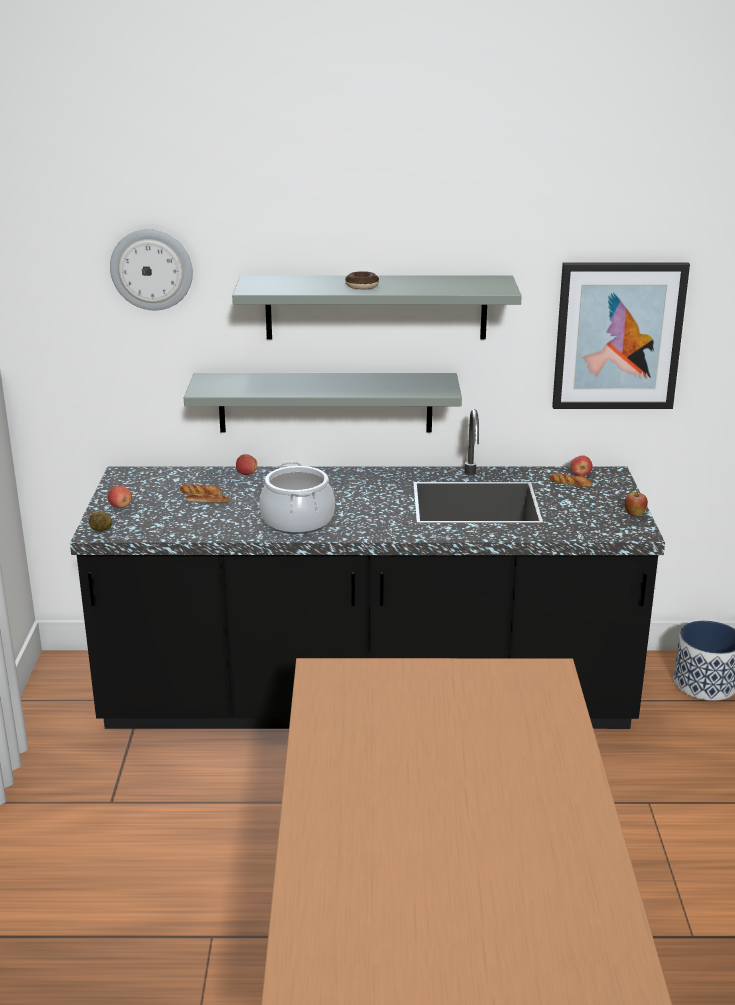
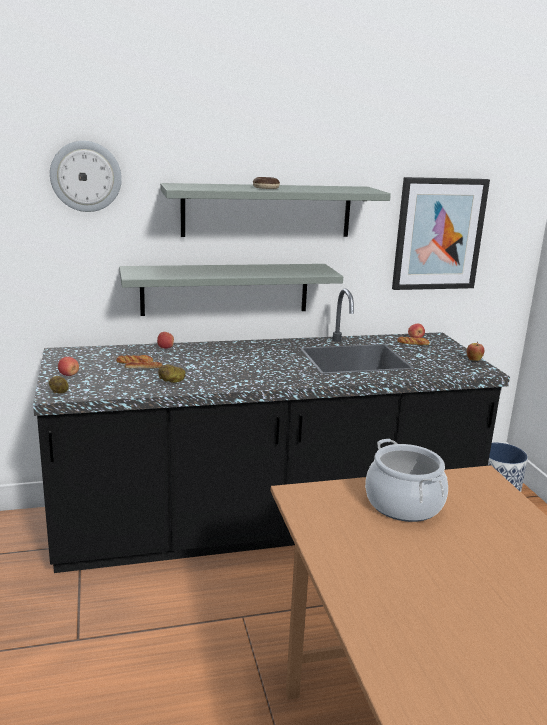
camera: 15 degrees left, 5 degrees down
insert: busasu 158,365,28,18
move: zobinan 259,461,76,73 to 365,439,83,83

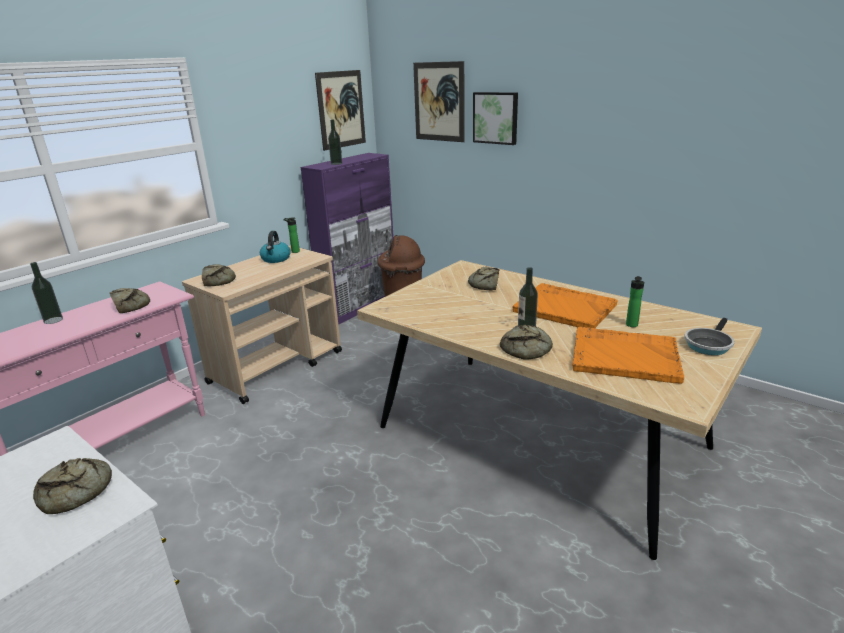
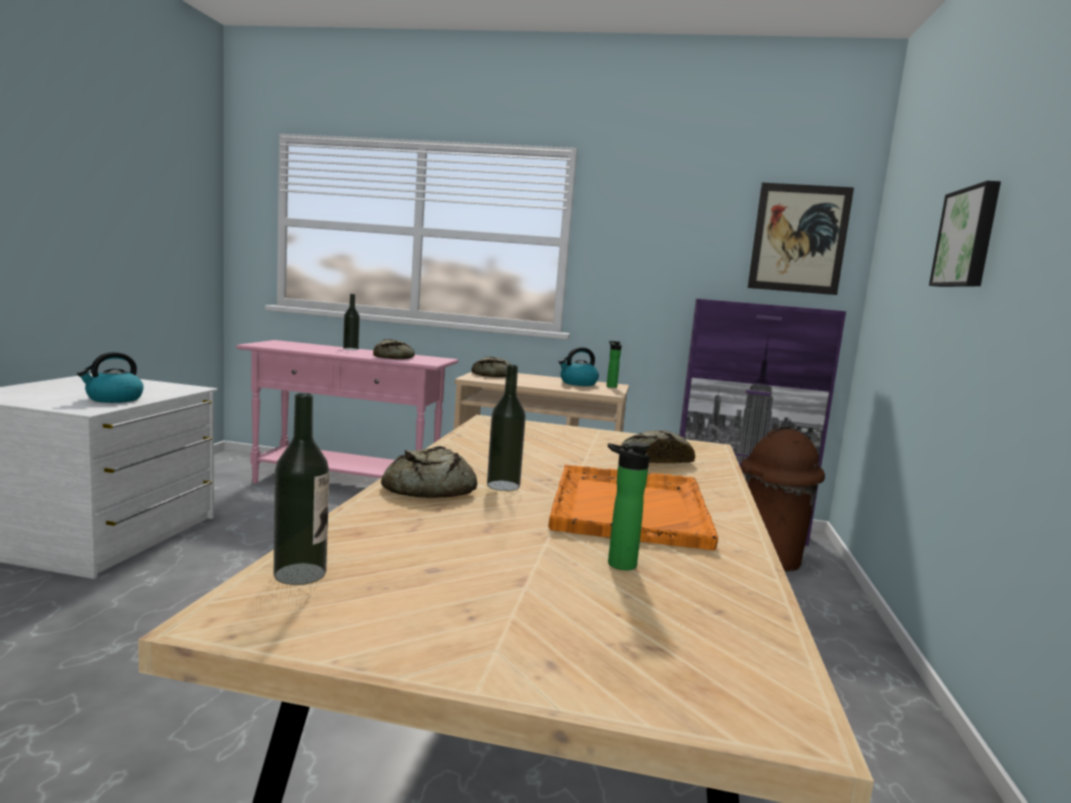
camera: 60 degrees right, 15 degrees down
delete: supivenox 413,61,52,81; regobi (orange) 572,327,112,57; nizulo 684,318,51,37
move: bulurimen 328,120,14,45 to 274,393,55,192
replace: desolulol 33,458,79,56 to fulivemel 77,352,66,51

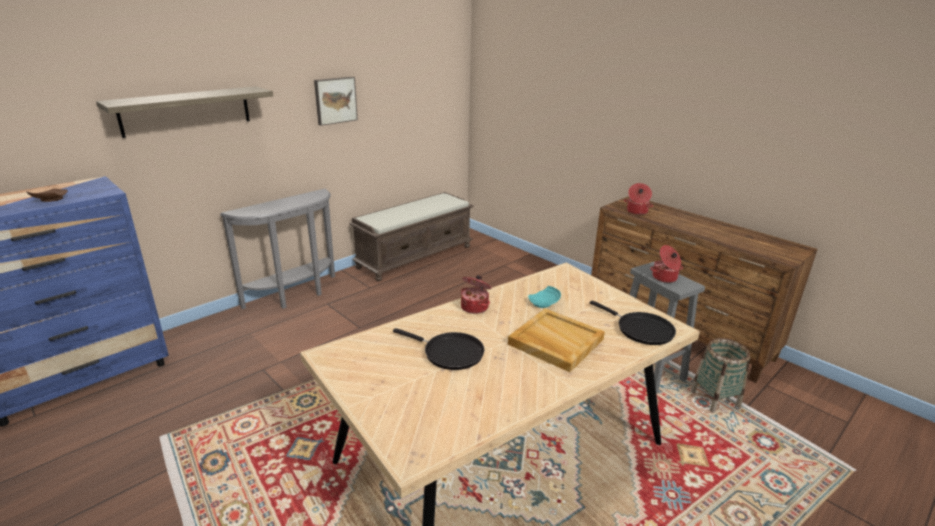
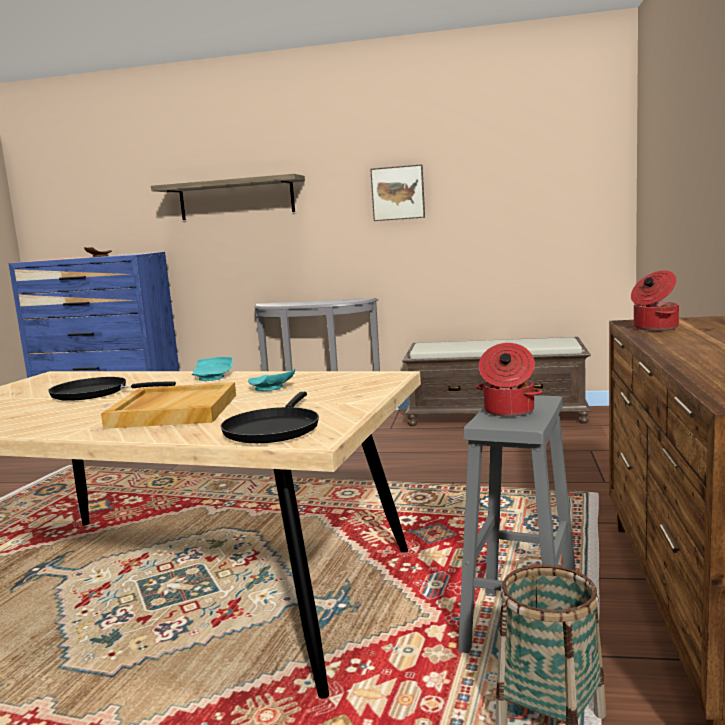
camera: 55 degrees right, 15 degrees down
replace: zobinan 461,275,31,39 to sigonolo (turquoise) 192,357,41,24
rotate: nizulo (black) 393,328,91,42 = 48,377,128,24 105 degrees clockwise

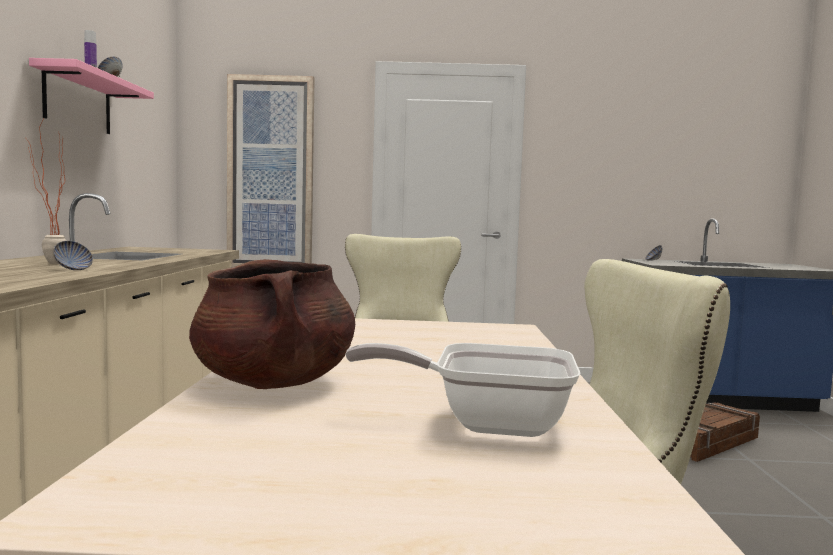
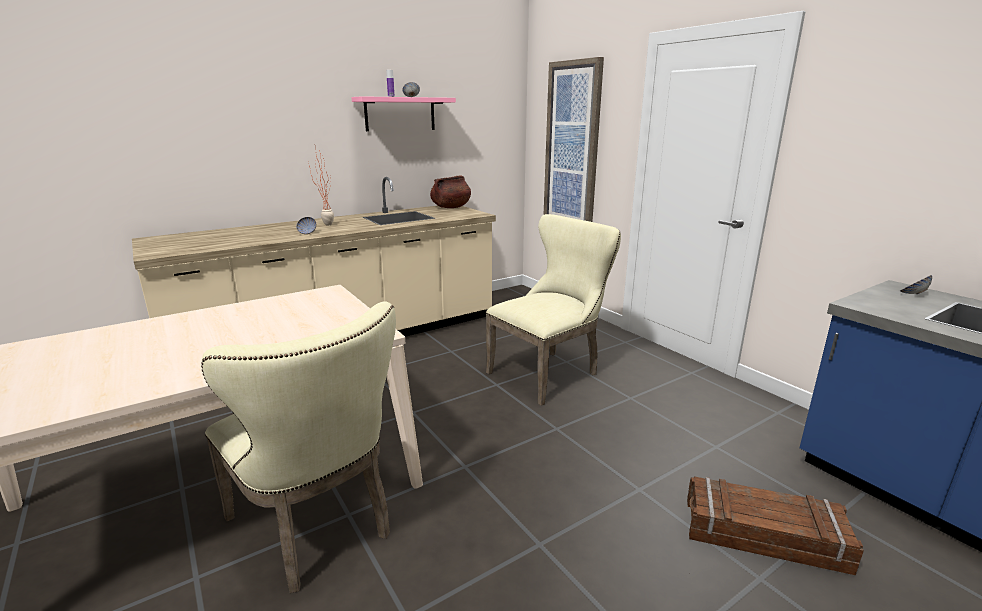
camera: 55 degrees right, 15 degrees up
delete: nizulo 345,343,235,94
move: zobinan (brown) 189,259,166,130 to 430,175,41,33

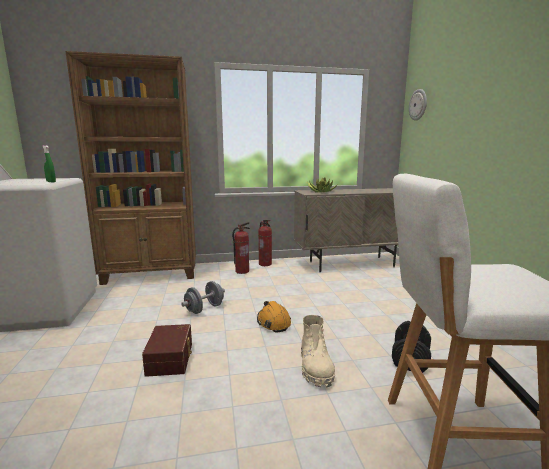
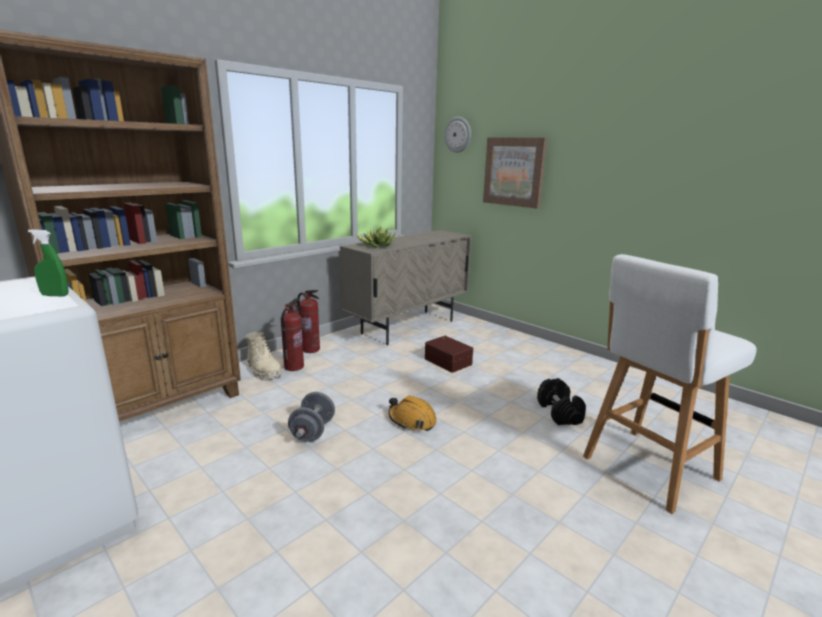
camera: 35 degrees left, 5 degrees up
insert: supivenox 483,137,64,71
move: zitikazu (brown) 142,324,50,53 to 425,336,48,37; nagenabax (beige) 301,315,34,72 to 246,332,36,47

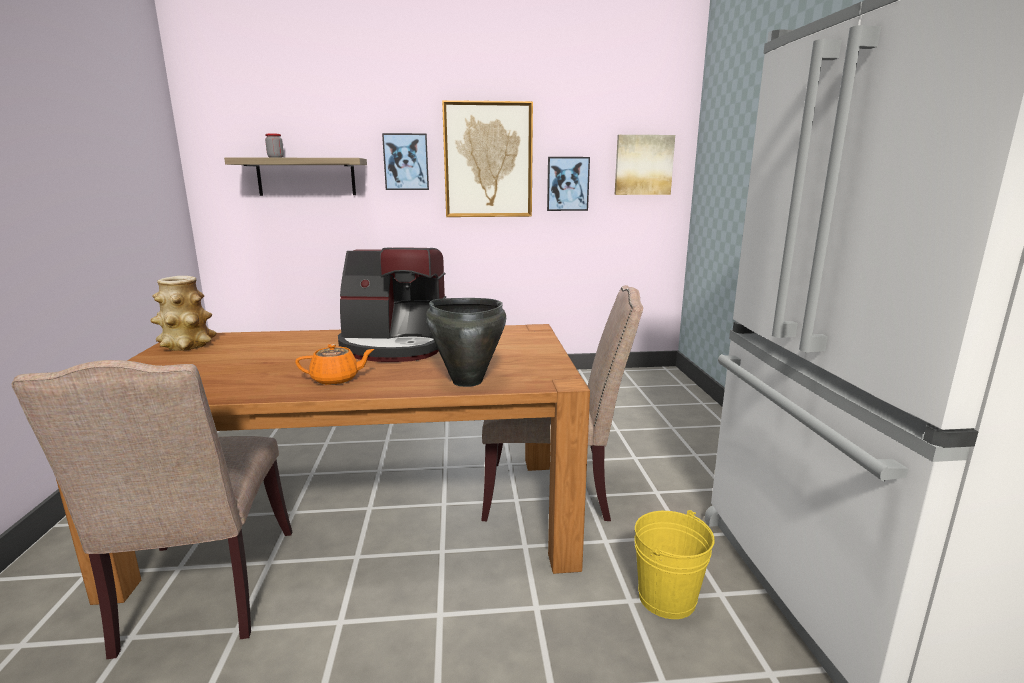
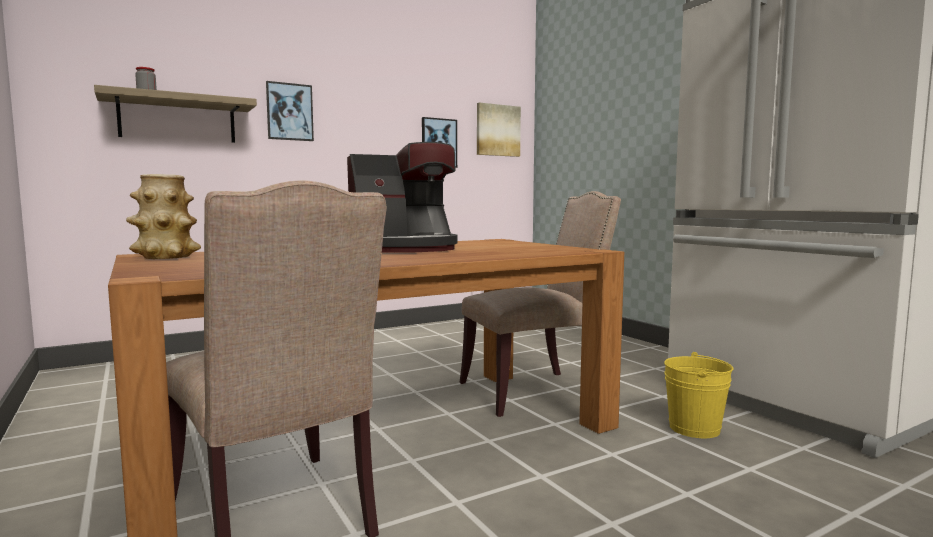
camera: 25 degrees left, 10 degrees down
delete: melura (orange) 295,343,80,42; zobinan (black) 426,298,80,89; supivenox 442,100,91,117

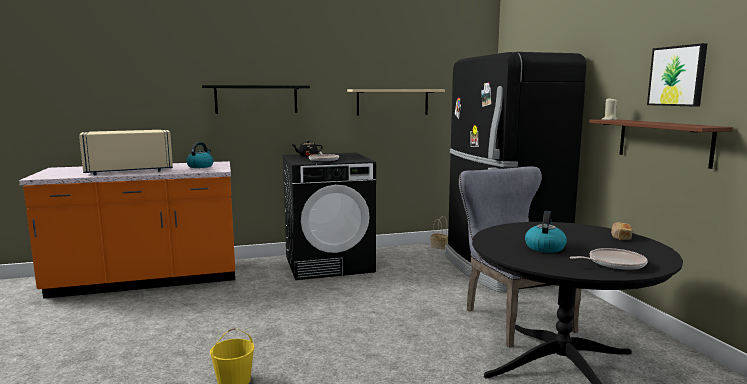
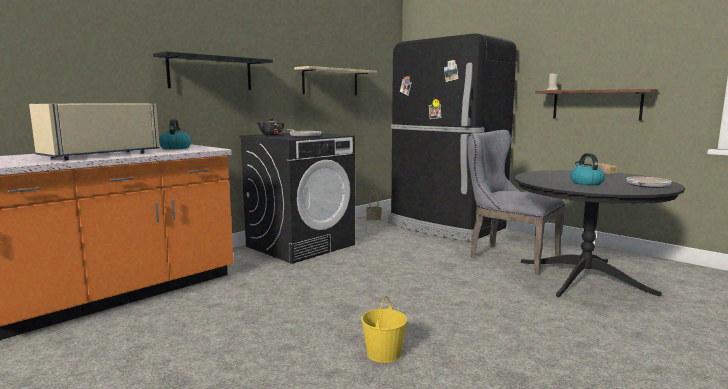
camera: 30 degrees left, 0 degrees up
delete: supivenox 647,43,61,64

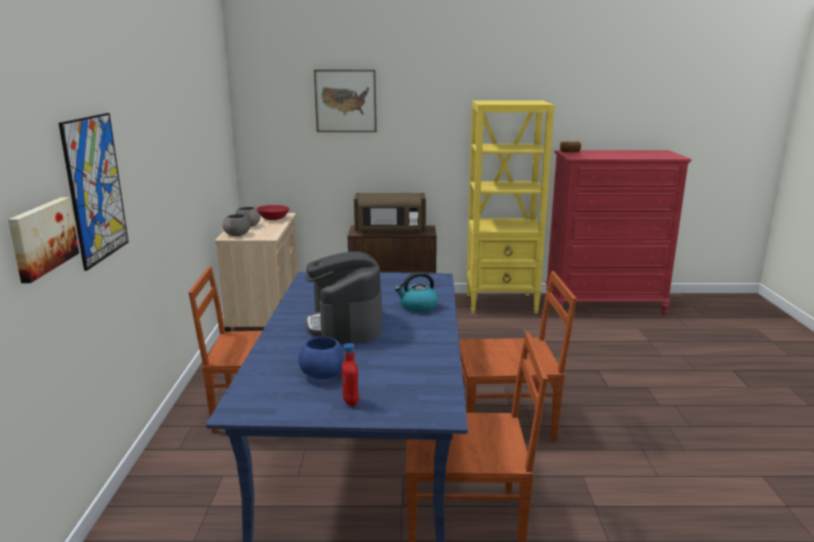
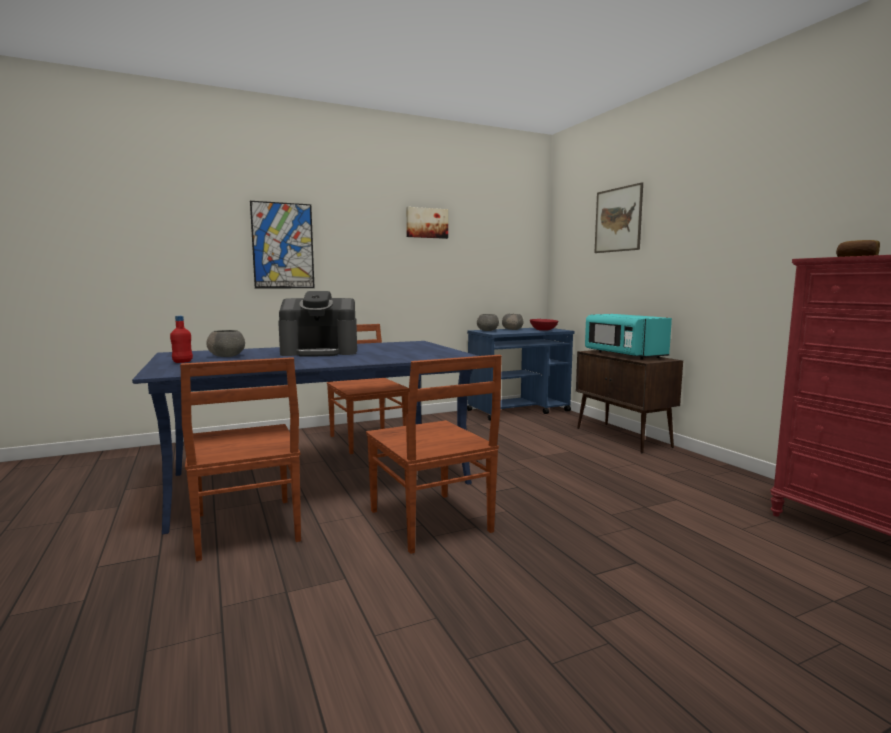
camera: 65 degrees right, 10 degrees down
delete: fulivemel 395,272,43,41; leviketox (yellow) 467,100,87,213
move: supivenox 8,197,71,86 to 406,207,42,32
recolor: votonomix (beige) 215,213,83,118 to votonomix (blue) 467,328,107,93; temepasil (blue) 299,337,45,42 to temepasil (grey) 206,330,39,27; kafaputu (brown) 354,193,72,40 to kafaputu (turquoise) 585,314,87,46
rotate: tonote 305,252,77,92 = 278,291,79,66 150 degrees counterclockwise

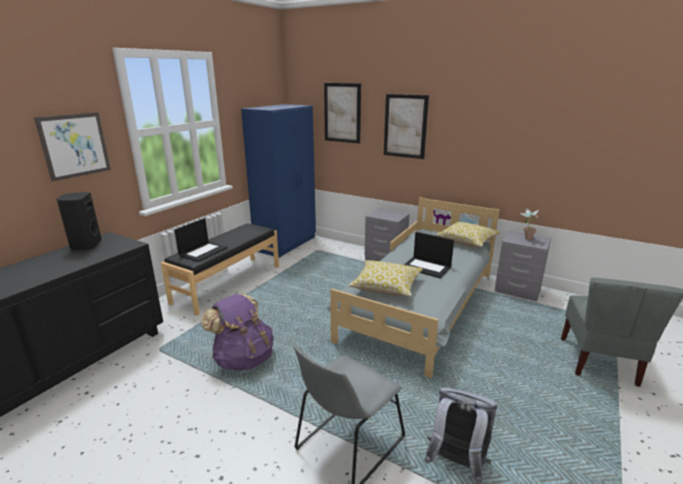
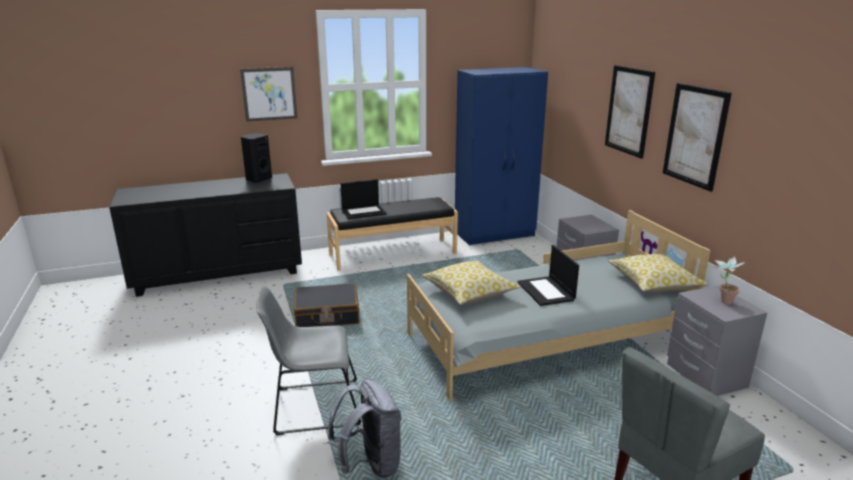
camera: 40 degrees right, 0 degrees up
move: supivenox 324,83,37,61 to 663,83,69,109
replace: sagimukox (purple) 201,294,73,77 to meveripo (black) 294,283,66,44

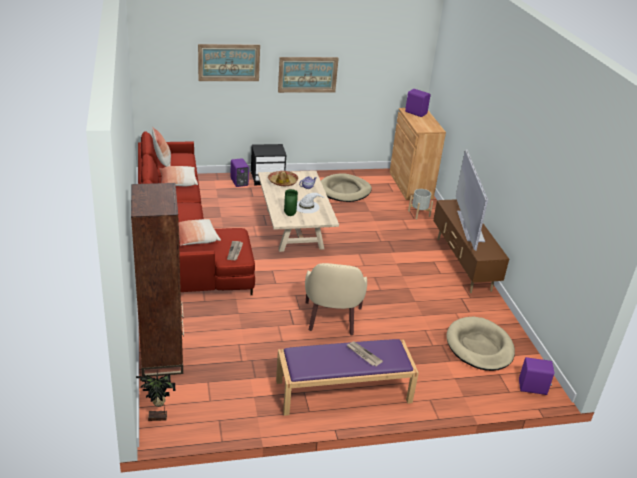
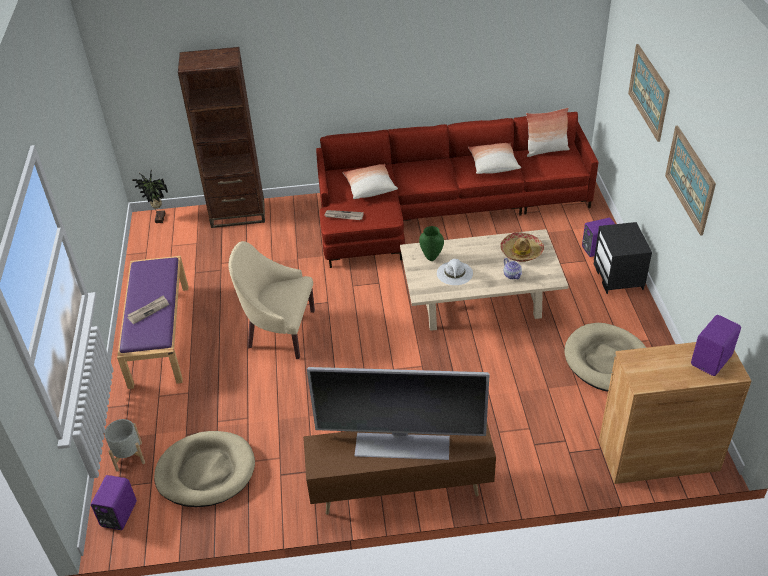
camera: 100 degrees right, 10 degrees up
move: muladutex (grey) 408,189,25,30 to 104,419,41,53

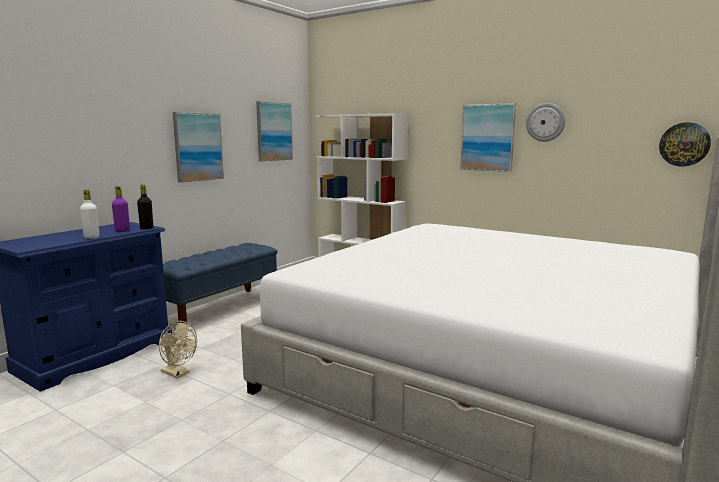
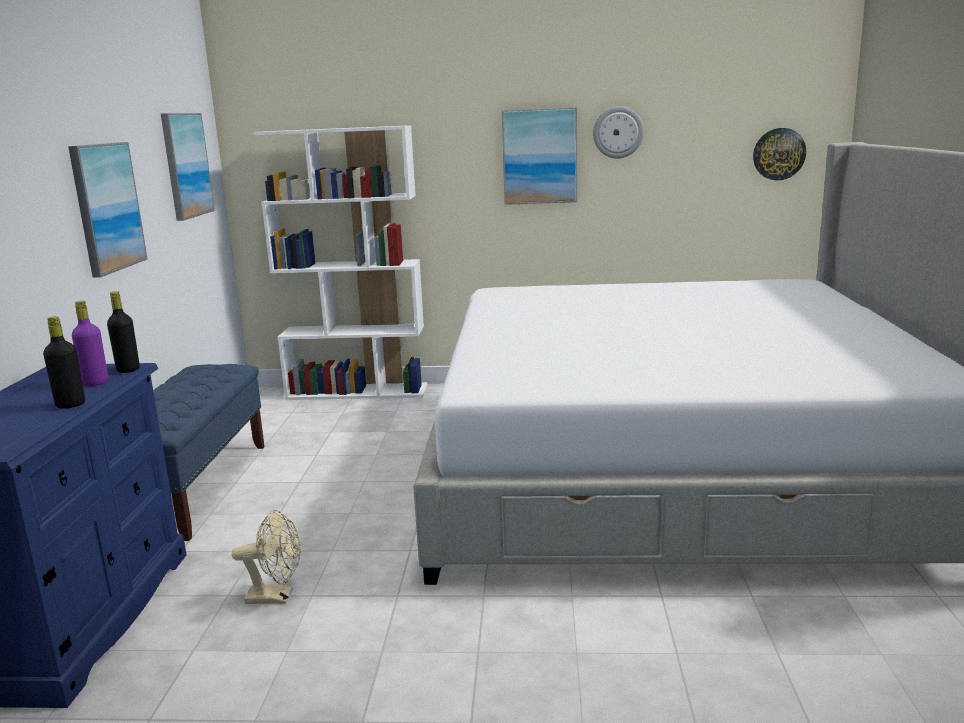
camera: 30 degrees left, 5 degrees up
recolor: bulurimen (white) 80,190,20,49 to bulurimen (black) 43,316,42,93

